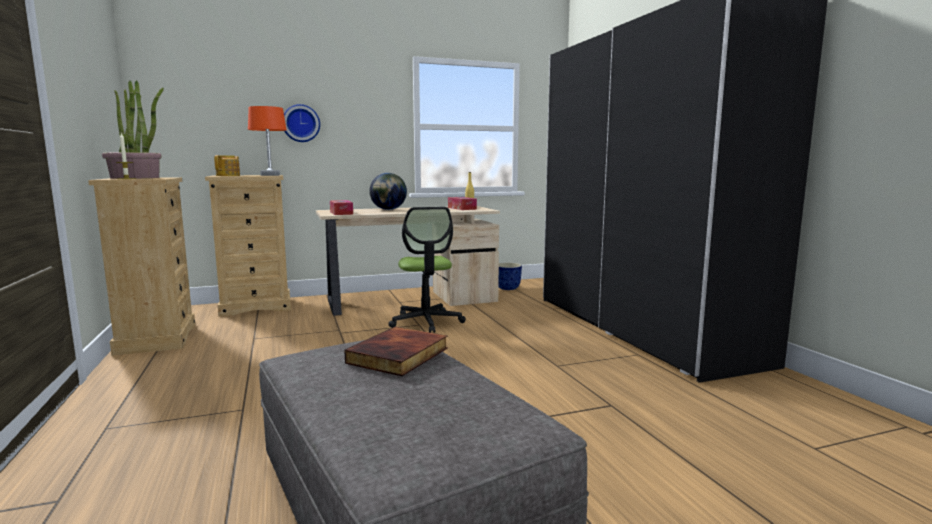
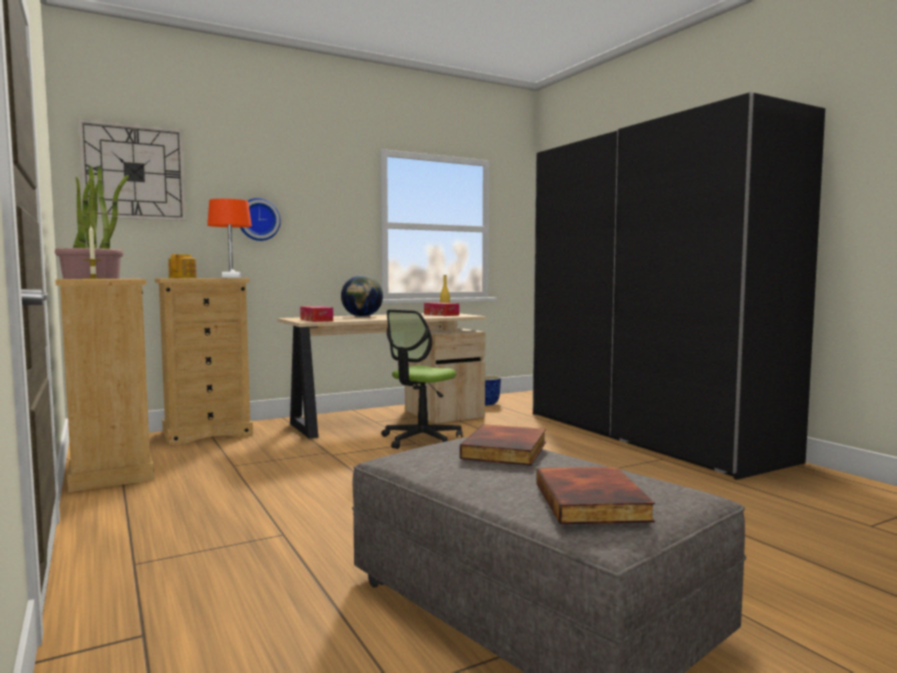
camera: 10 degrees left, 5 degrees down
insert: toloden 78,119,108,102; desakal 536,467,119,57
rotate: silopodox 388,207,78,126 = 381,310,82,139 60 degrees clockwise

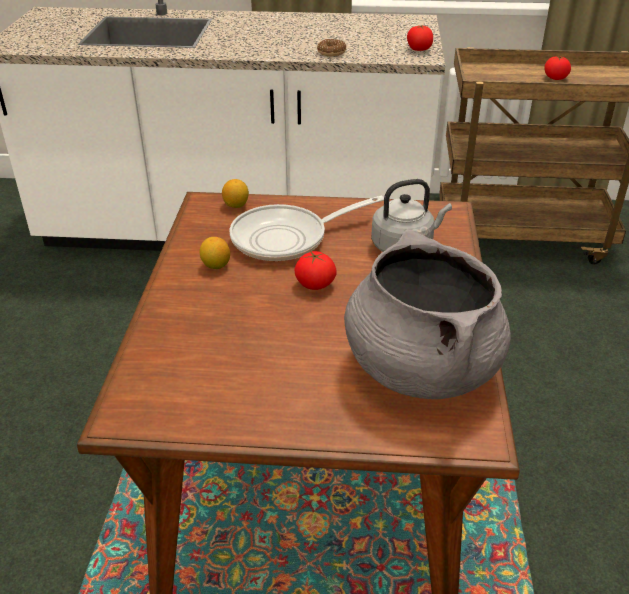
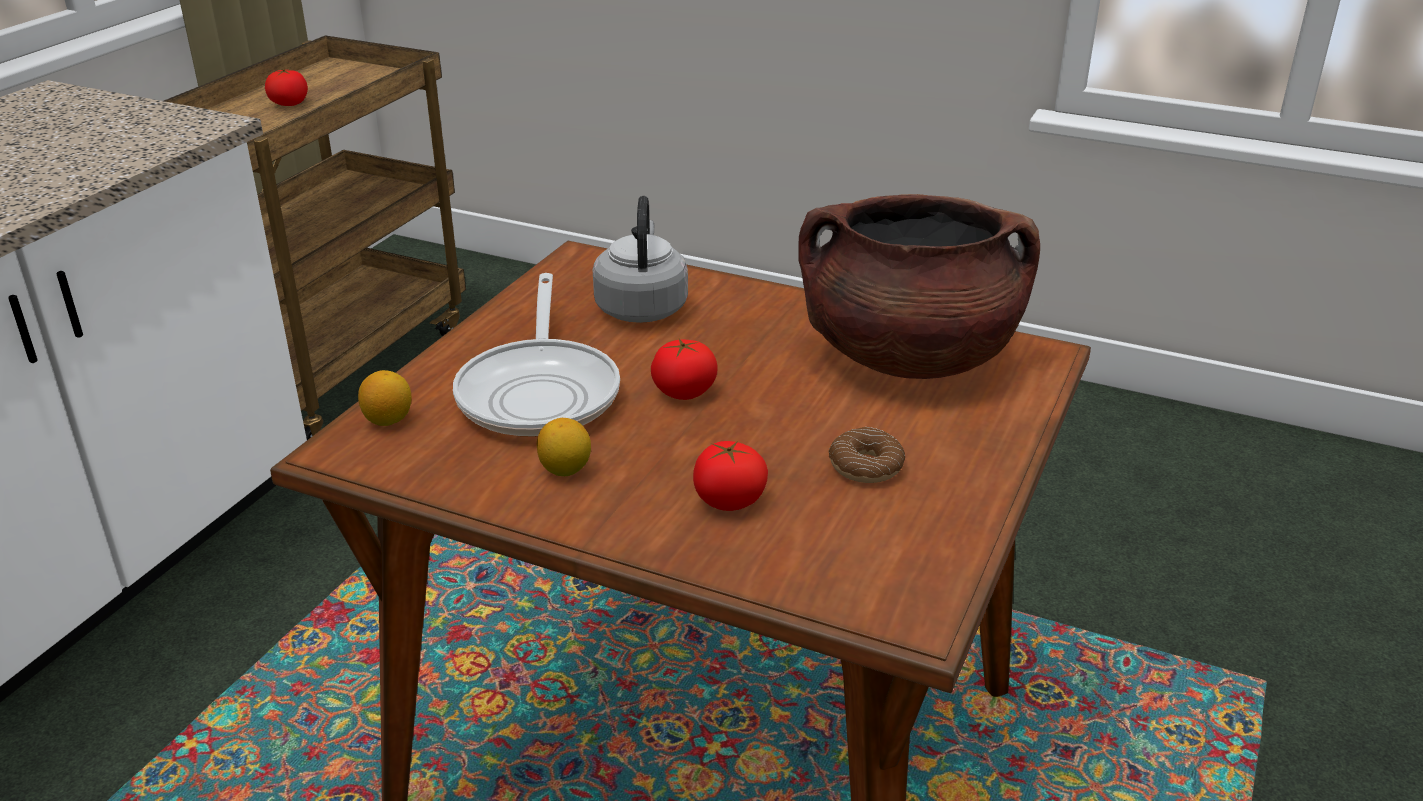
camera: 70 degrees left, 5 degrees down
move: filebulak 317,39,29,17 to 829,427,76,56; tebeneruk 407,25,26,26 to 693,441,75,70
recolor: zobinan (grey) 344,229,167,170 to zobinan (brown) 798,194,242,185

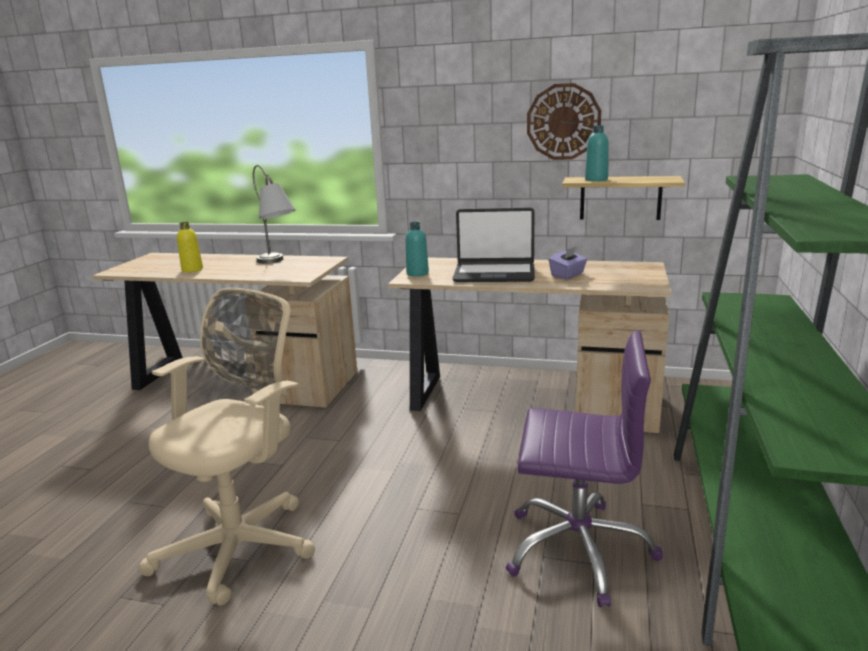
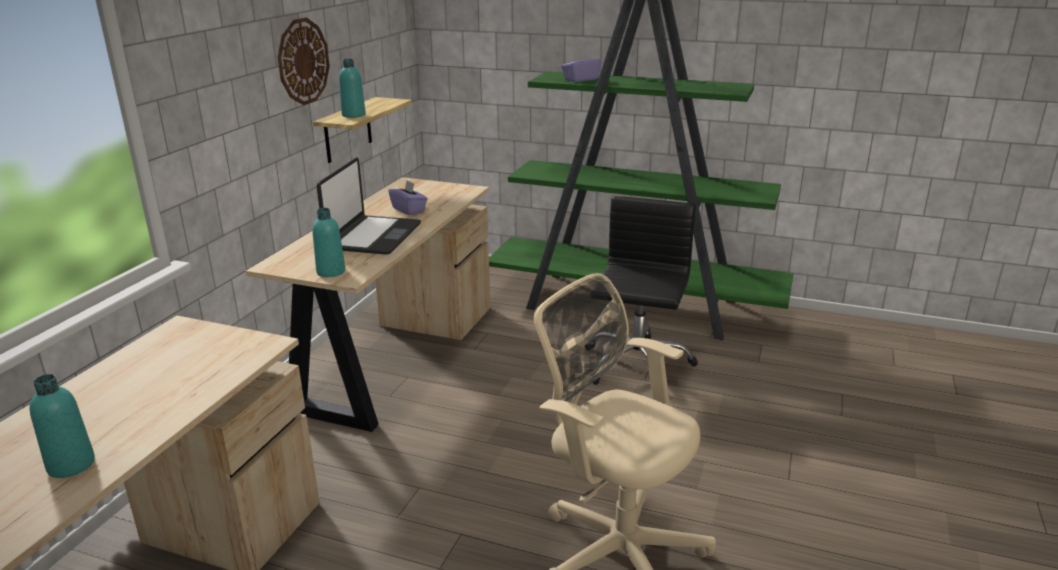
camera: 85 degrees left, 5 degrees up
delete: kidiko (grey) 253,165,43,99
insert: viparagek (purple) 561,50,41,32
recolor: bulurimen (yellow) 177,222,26,50 to bulurimen (turquoise) 29,374,66,104; silopodox (purple) 506,330,157,277 to silopodox (black) 588,196,110,189

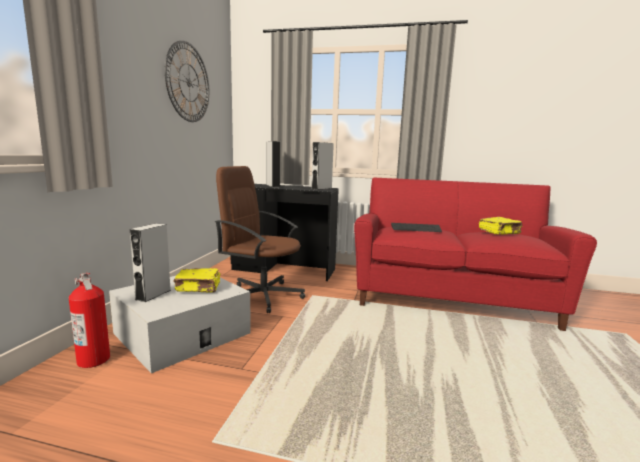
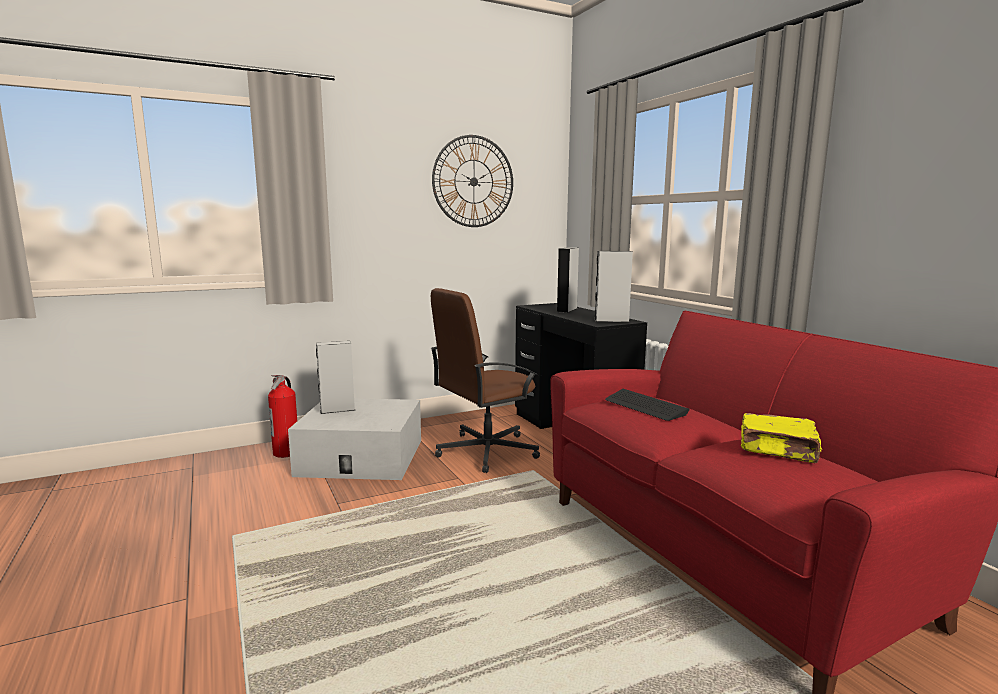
camera: 50 degrees right, 0 degrees up
delete: desakal (yellow) 173,268,47,25
rotate: silopodox (brown) 215,166,90,147 = 430,288,110,185 105 degrees counterclockwise

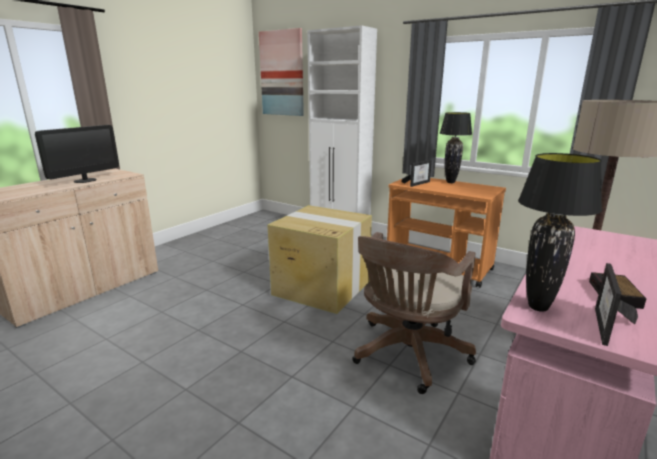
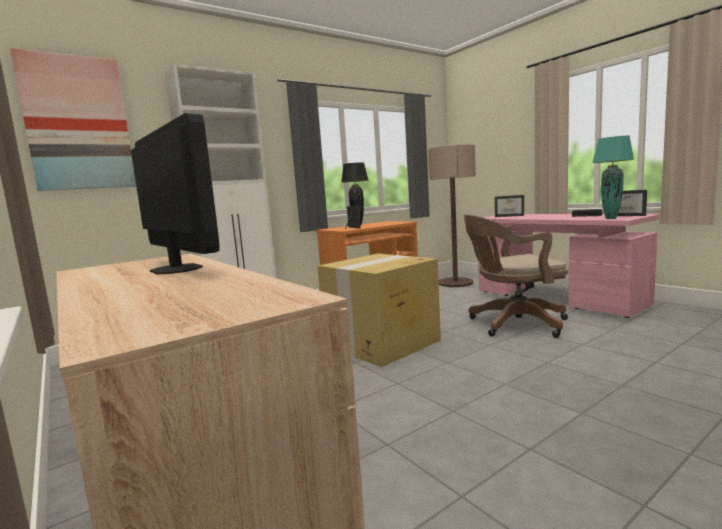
camera: 70 degrees left, 10 degrees down
insert: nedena 495,195,29,22
recolor: kidiko (black) 518,153,84,159 to kidiko (turquoise) 593,136,41,83
rotate: silopodox (brown) 352,232,124,162 = 464,214,104,124 120 degrees clockwise

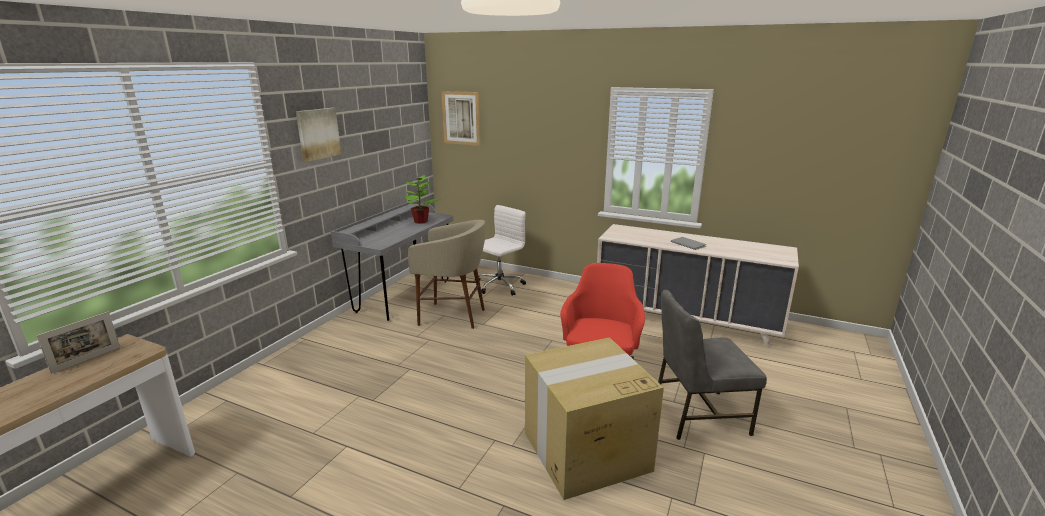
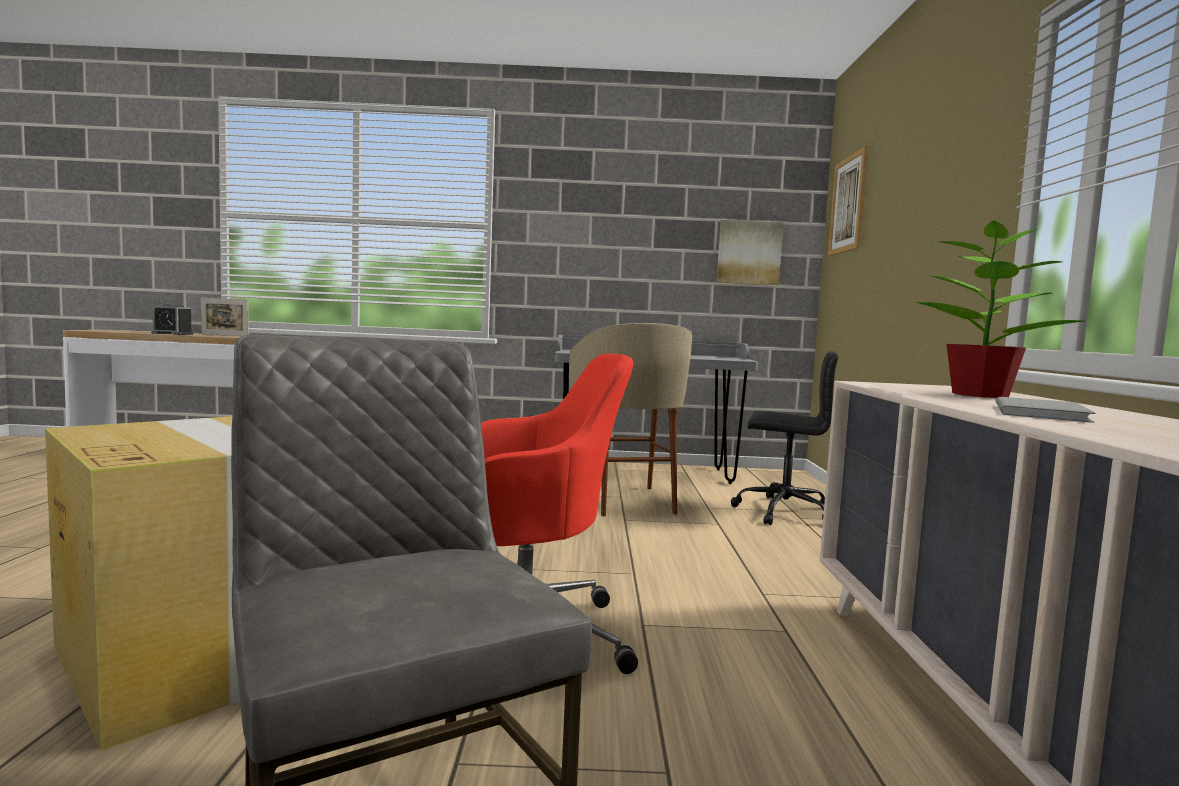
camera: 65 degrees right, 15 degrees down
insert: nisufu 151,304,42,31
move: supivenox 296,108,45,54 to 717,220,66,65; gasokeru 403,173,38,51 to 915,217,169,181
recolor: silopodox (white) 479,205,47,91 to silopodox (black) 731,351,108,174

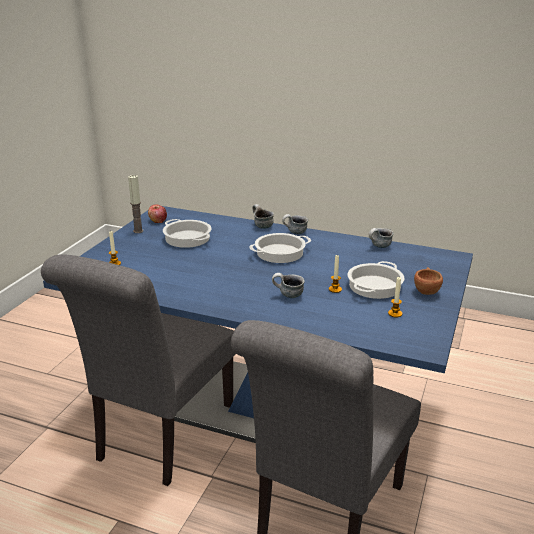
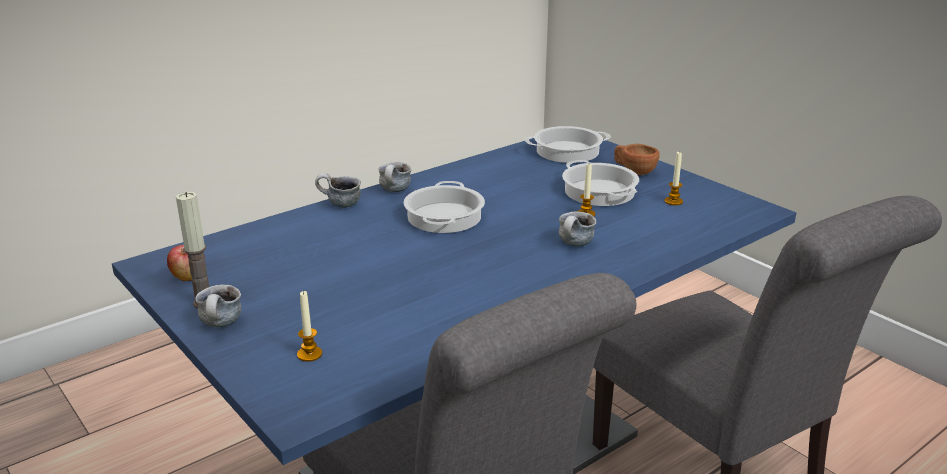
camera: 60 degrees left, 0 degrees up
move: zobinan 163,219,48,29 to 524,126,87,37; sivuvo 369,228,24,20 to 195,284,46,43

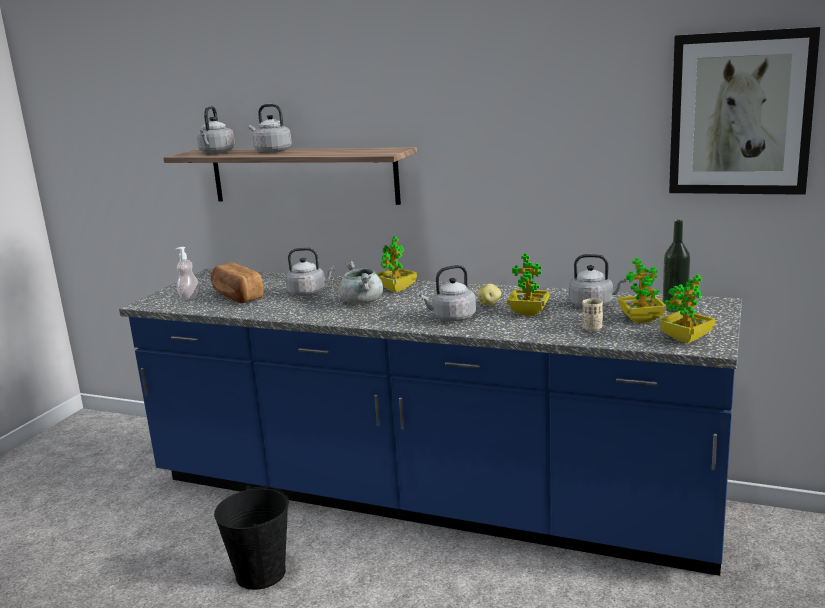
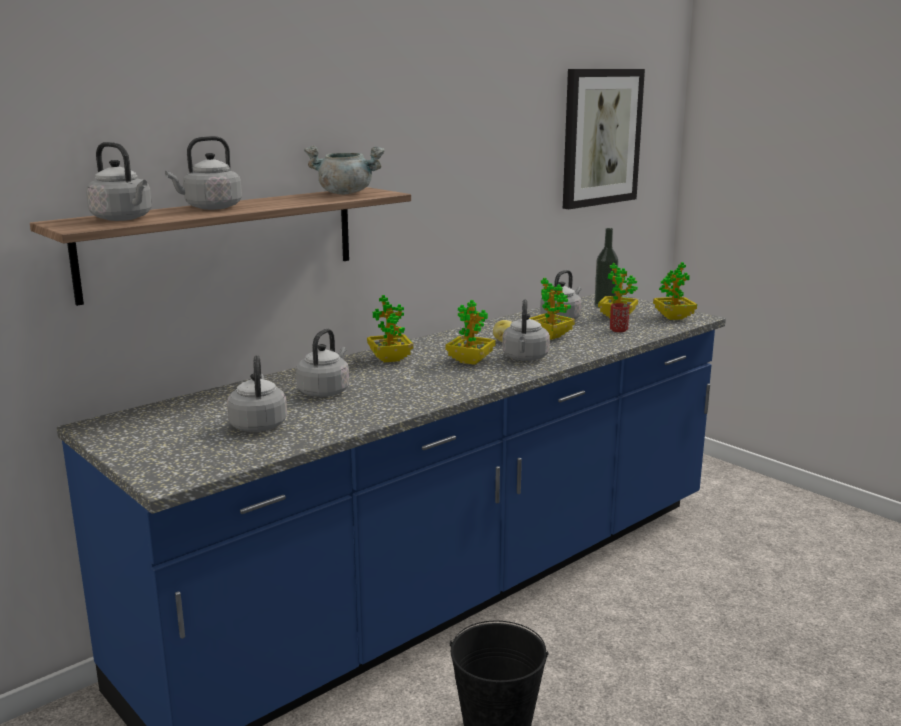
camera: 65 degrees left, 0 degrees up
delete: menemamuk 176,247,23,53
insert: gasokeru 446,300,49,65
move: zobinan (grey) 339,261,44,43 to 304,146,81,48
replace: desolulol 211,262,53,41 to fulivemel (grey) 227,355,60,77
recolor: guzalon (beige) 582,298,21,33 to guzalon (red) 610,303,20,29

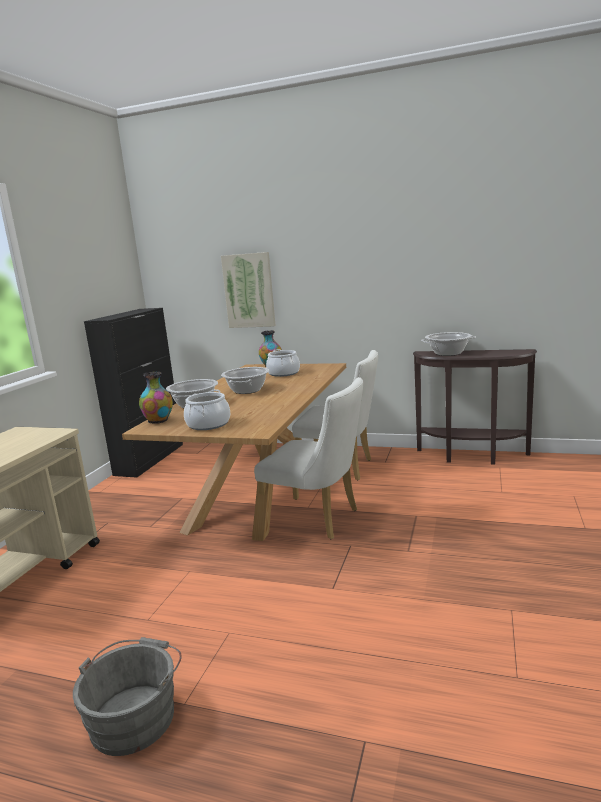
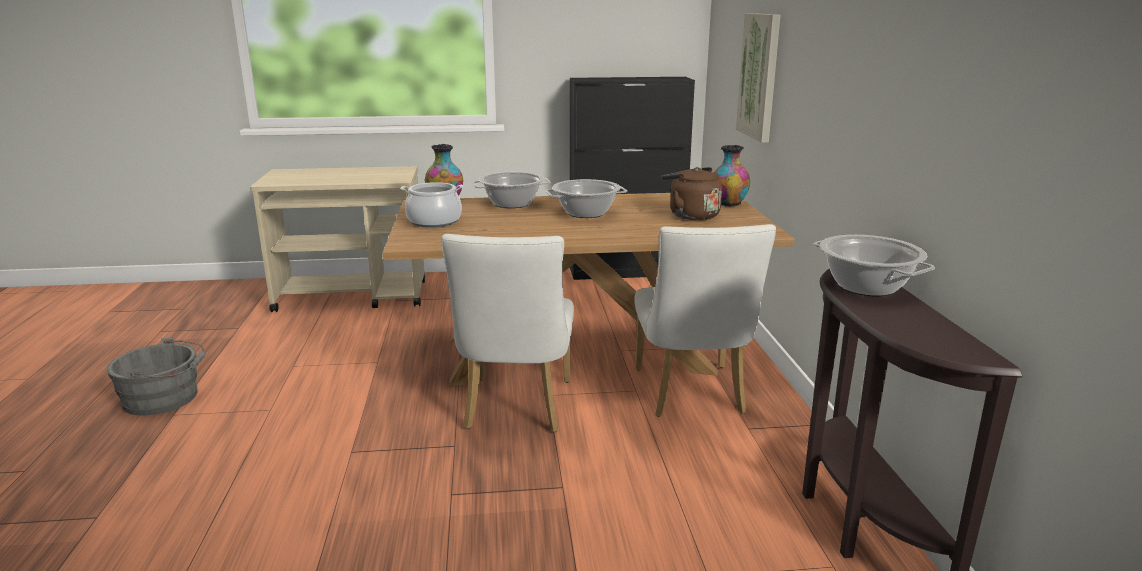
camera: 65 degrees right, 5 degrees up
replace: zobinan 266,349,34,28 to fulivemel (brown) 661,167,61,53

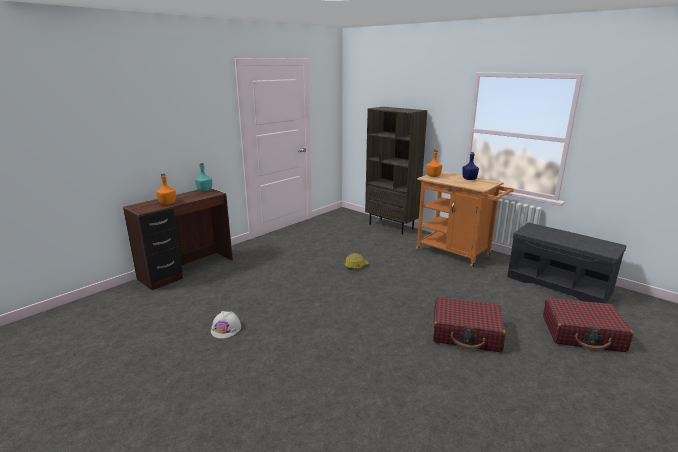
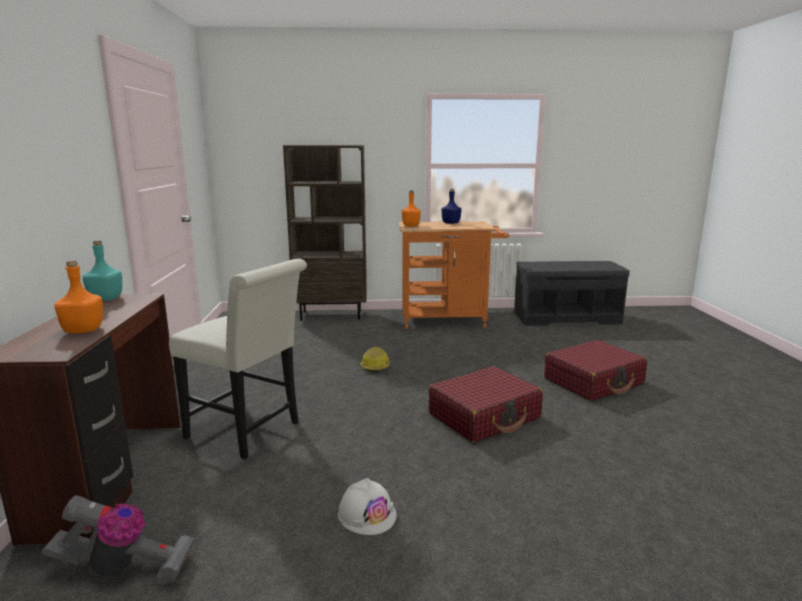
camera: 45 degrees left, 5 degrees down
insert: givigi 42,495,152,90; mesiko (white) 169,259,138,200
move: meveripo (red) 543,298,90,54 to 428,366,115,76

